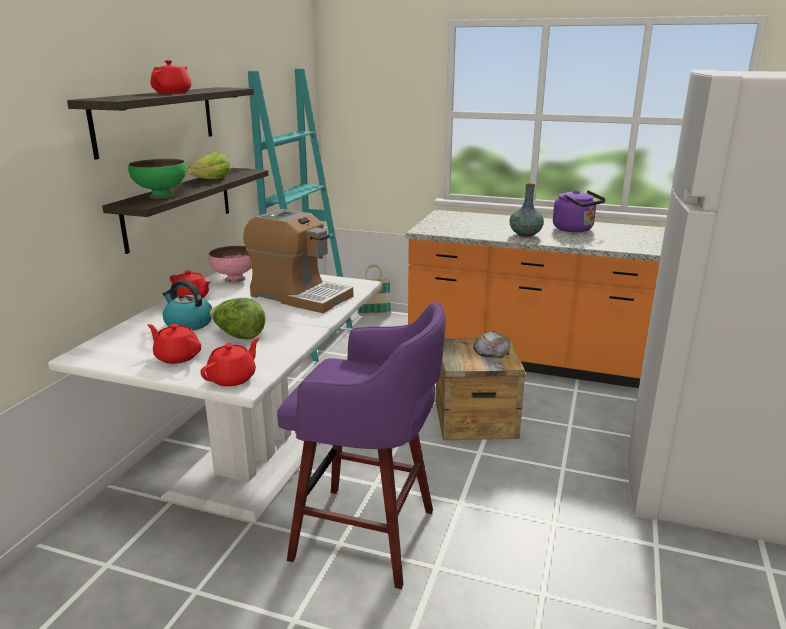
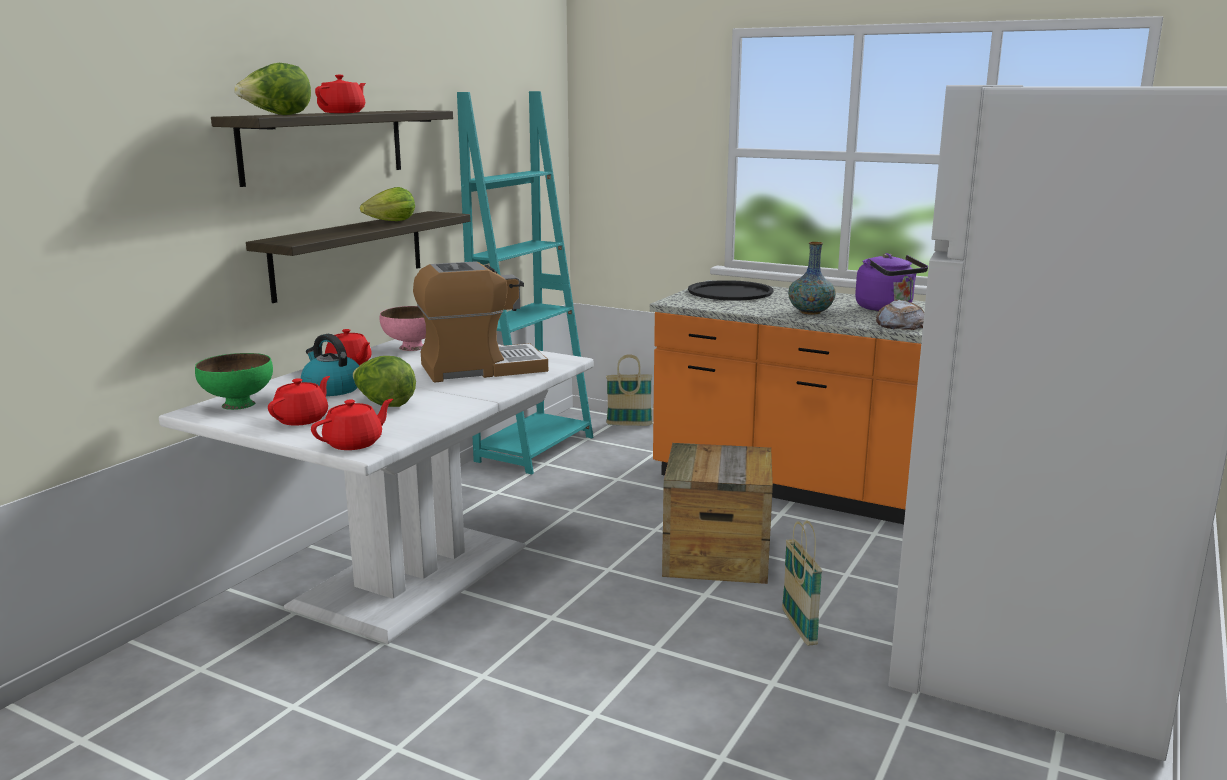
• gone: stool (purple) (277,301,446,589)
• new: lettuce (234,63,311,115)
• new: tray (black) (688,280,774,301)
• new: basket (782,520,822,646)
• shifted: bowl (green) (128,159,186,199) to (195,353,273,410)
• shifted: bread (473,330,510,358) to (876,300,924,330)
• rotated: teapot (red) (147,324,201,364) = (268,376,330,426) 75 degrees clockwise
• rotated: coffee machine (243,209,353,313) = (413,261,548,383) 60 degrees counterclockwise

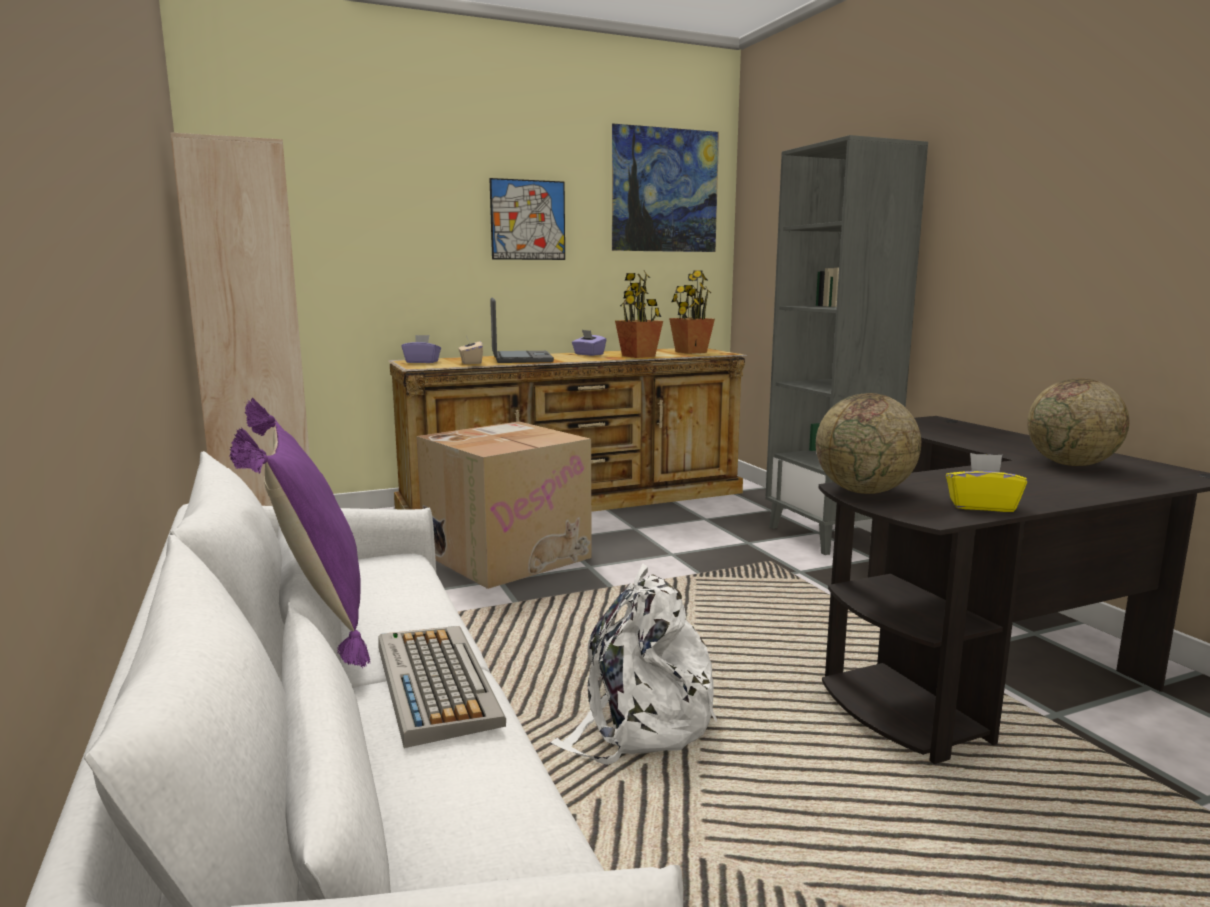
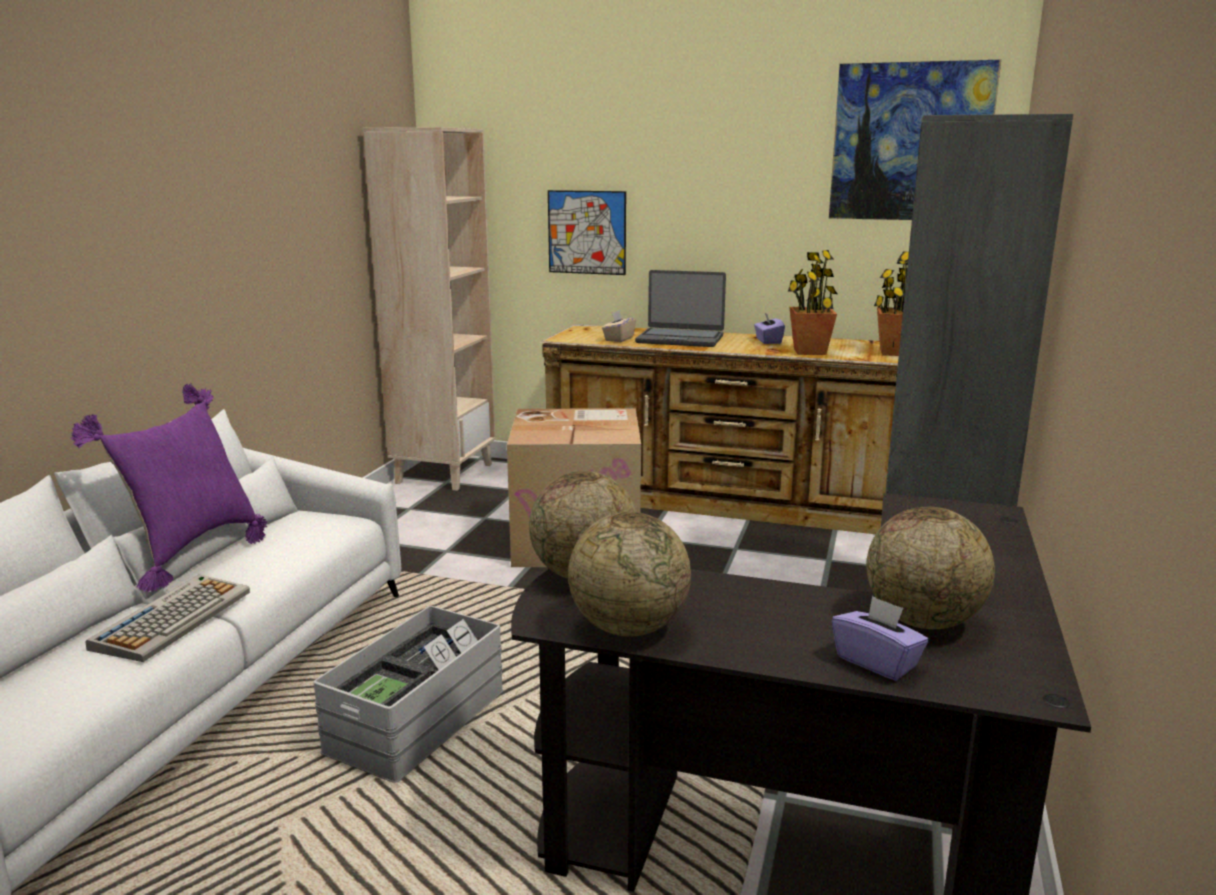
• shifted: tissue box (purple) (402,335,441,363) to (832,596,929,681)
• shifted: picture (489,178,565,260) to (548,190,626,275)
• swapped: backpack (white) (550,564,717,765) to storage box (grey) (314,606,503,783)
• swapped: tissue box (yellow) (946,453,1027,512) to globe (568,512,691,637)
• rotated: laptop (490,298,554,363) = (635,270,726,347) 75 degrees clockwise

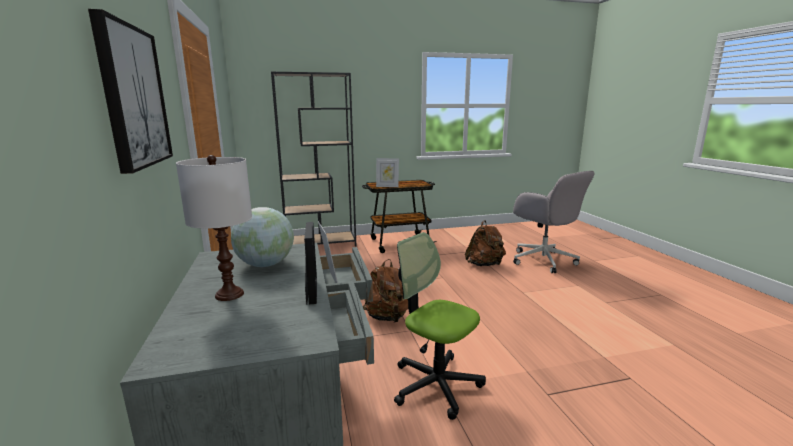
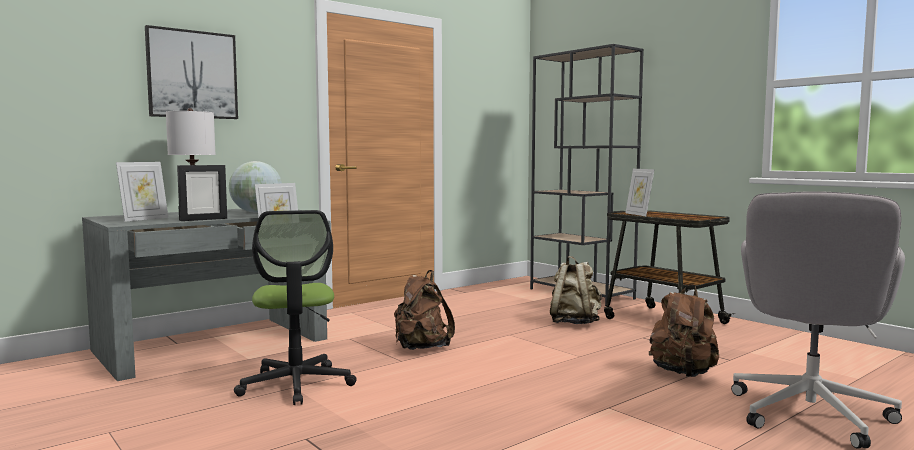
• new: picture frame (116,162,169,222)
• new: backpack (beige) (550,256,602,324)
• rotated: office chair (394,232,486,420) = (234,210,357,405) 150 degrees clockwise

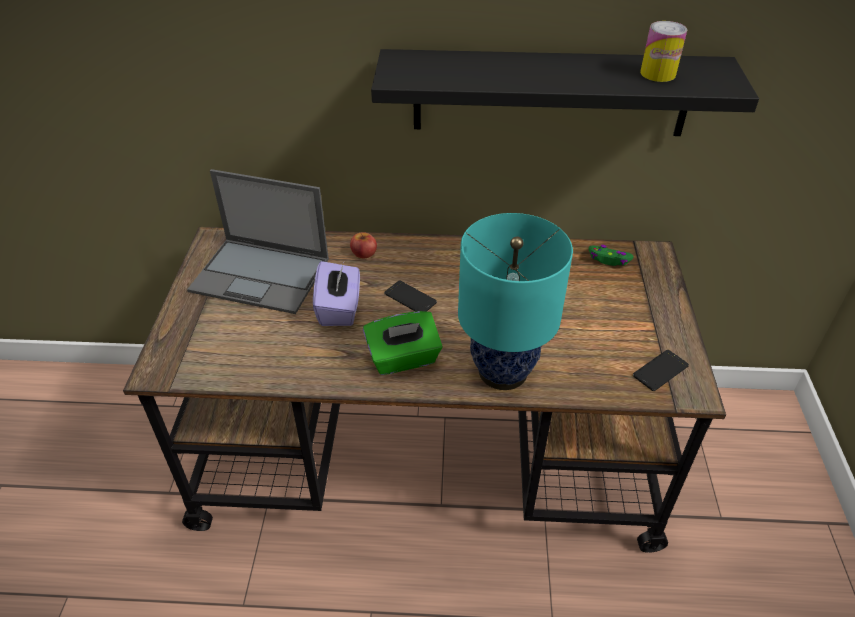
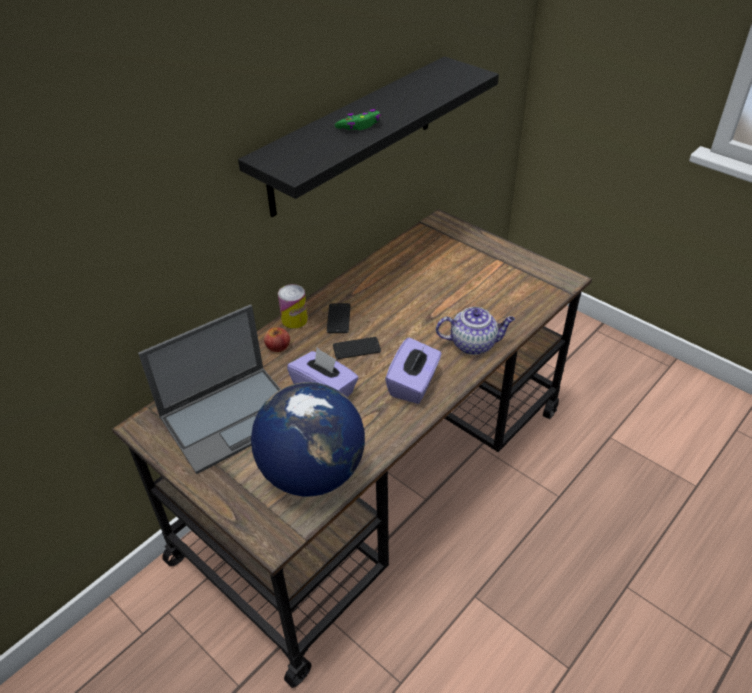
• new: globe (251,382,365,497)
• shifted: game controller (green) (588,245,634,266) to (335,109,381,130)
• shifted: phone (633,350,689,391) to (327,303,350,333)
• shifted: can (640,21,687,82) to (278,284,308,329)
• swapped: table lamp (turquoise) (458,213,573,390) to teapot (436,307,515,355)
• repainted: tissue box (green) (363,311,443,375) to tissue box (purple) (385,337,442,404)

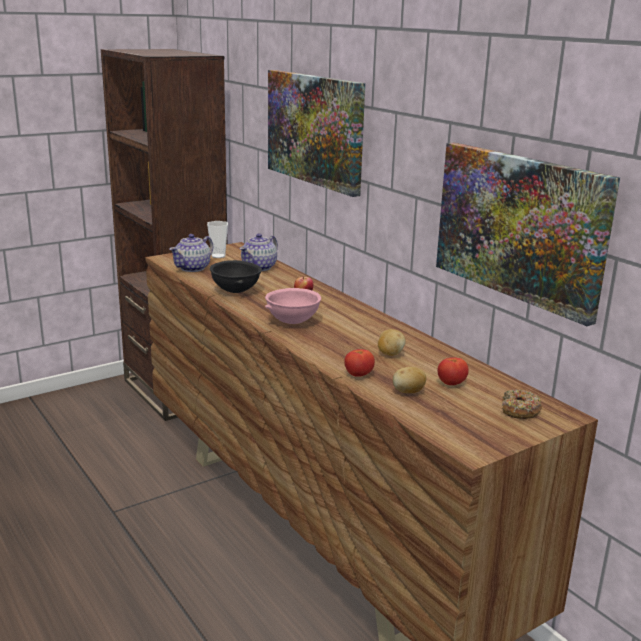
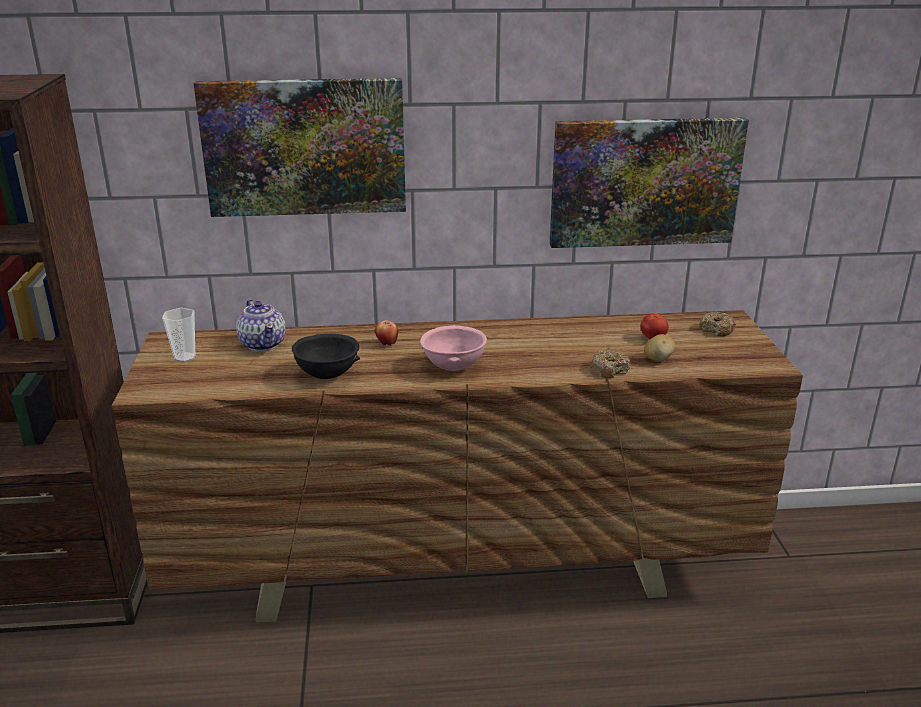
• gone: teapot (169,234,213,272)
• gone: potato (378,329,406,356)
• swapped: tomato (344,349,375,377) to donut (590,350,630,378)

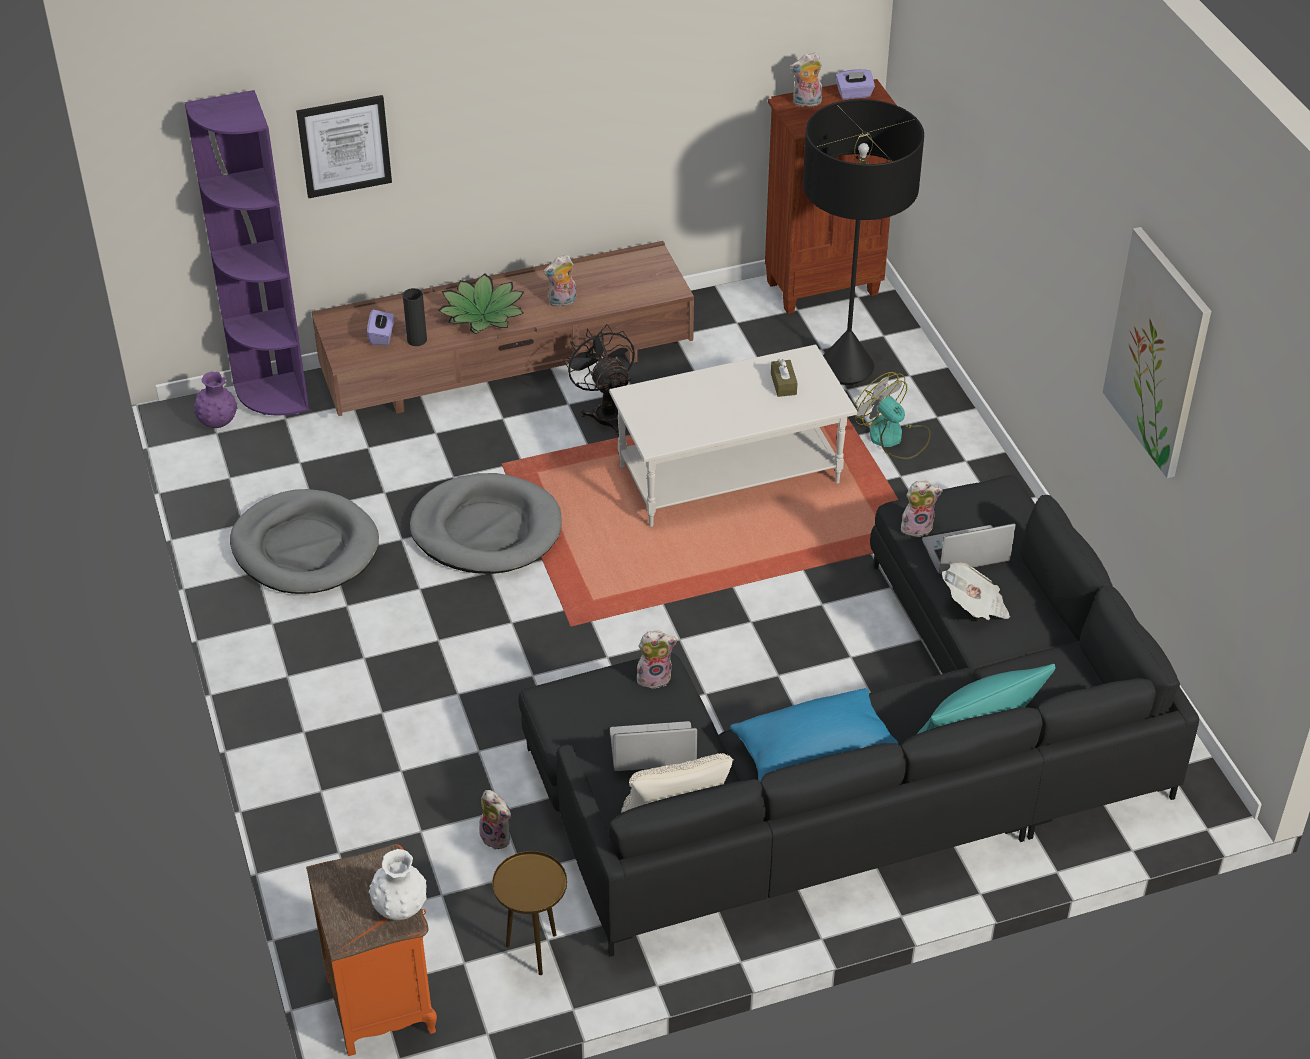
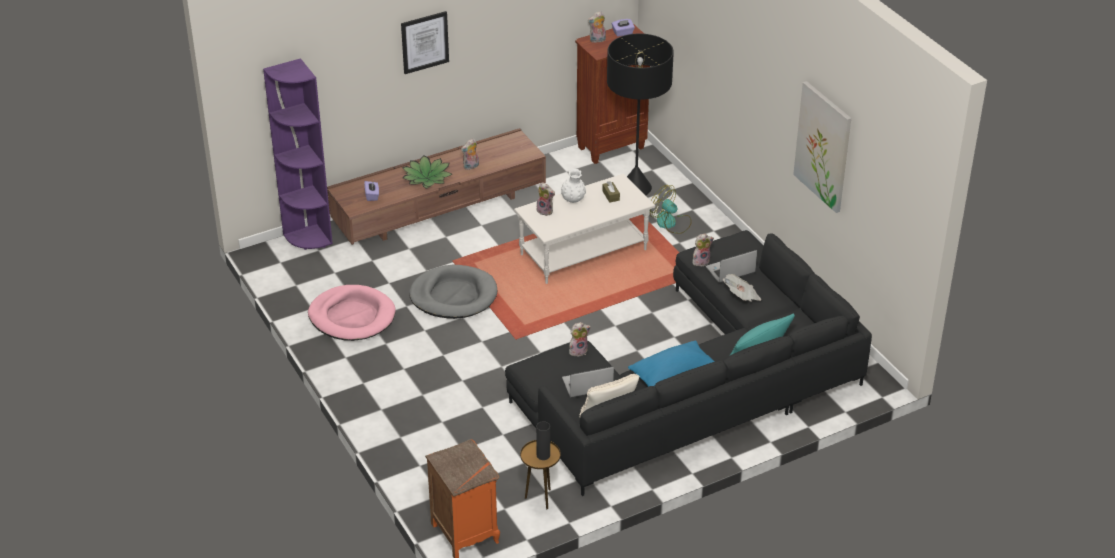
• gone: vase (purple) (194,372,237,428)
• gone: fan (black) (563,324,635,435)
• shifted: picture (296,95,392,198) to (401,11,449,74)
• shifted: vase (white) (369,849,427,920) to (561,169,586,203)
• shifted: vase (black) (403,288,427,346) to (536,421,550,460)
• shifted: plush toy (479,790,512,850) to (536,182,555,216)
• repainted: dog bed (grey) (230,489,379,594) to dog bed (pink) (308,285,395,341)

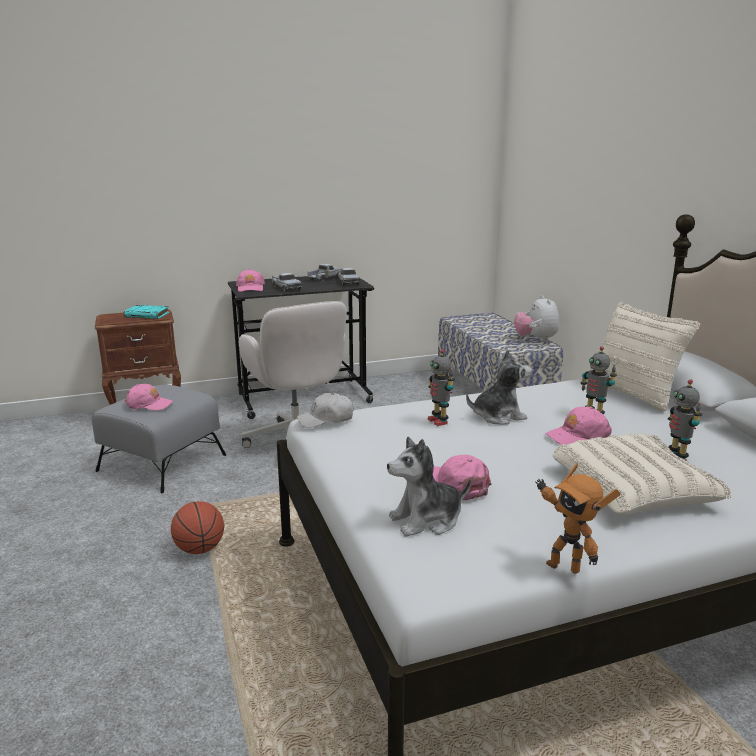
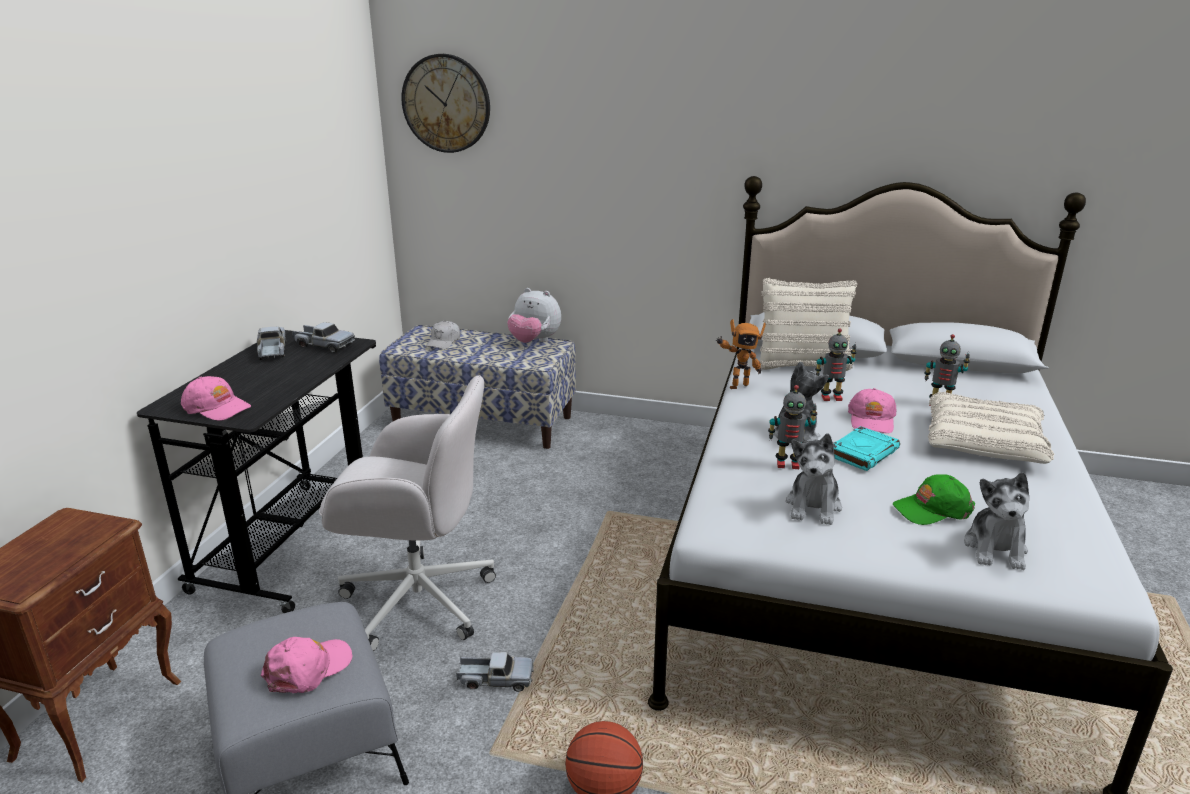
• new: wall clock (401,54,490,153)
• new: plush toy (786,433,842,525)
• shifted: book (turquoise) (124,305,170,319) to (833,426,900,471)
• shifted: toy truck (272,273,302,292) to (456,652,534,692)
• shifted: cap (white) (297,393,354,428) to (425,321,460,349)
• shifted: toy robot (535,463,620,574) to (716,319,766,389)
• repainted: cap (pink) (433,455,491,500) to cap (green) (893,474,975,525)

